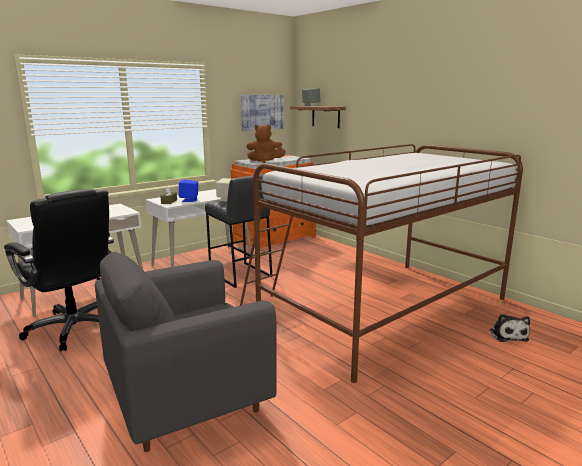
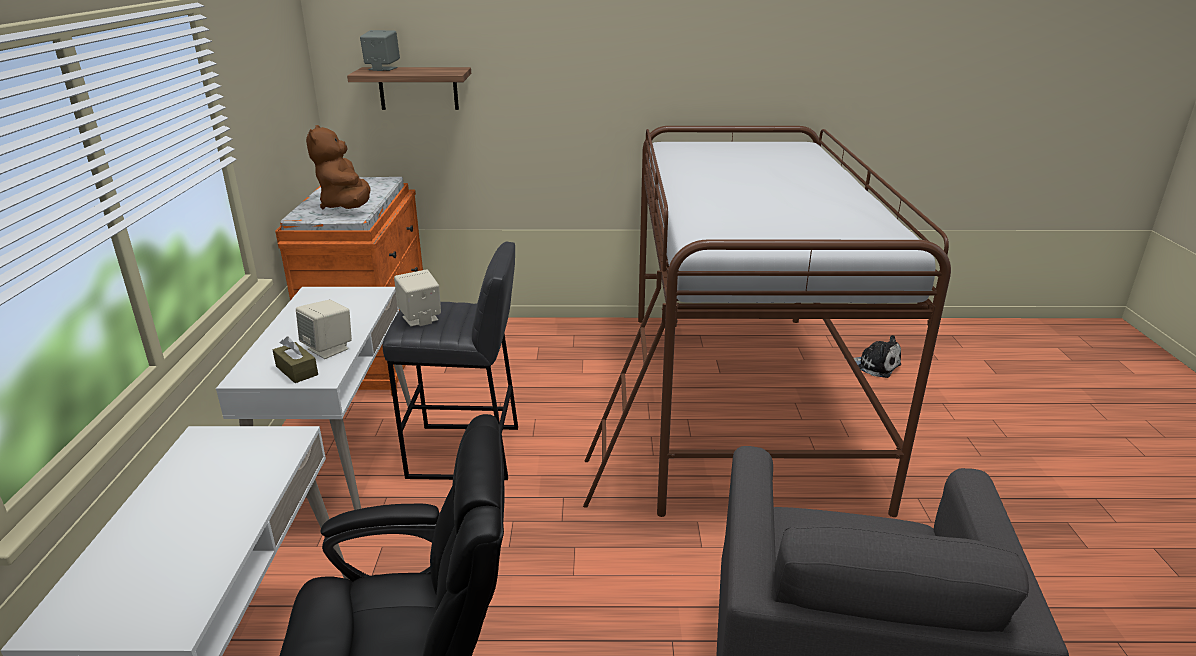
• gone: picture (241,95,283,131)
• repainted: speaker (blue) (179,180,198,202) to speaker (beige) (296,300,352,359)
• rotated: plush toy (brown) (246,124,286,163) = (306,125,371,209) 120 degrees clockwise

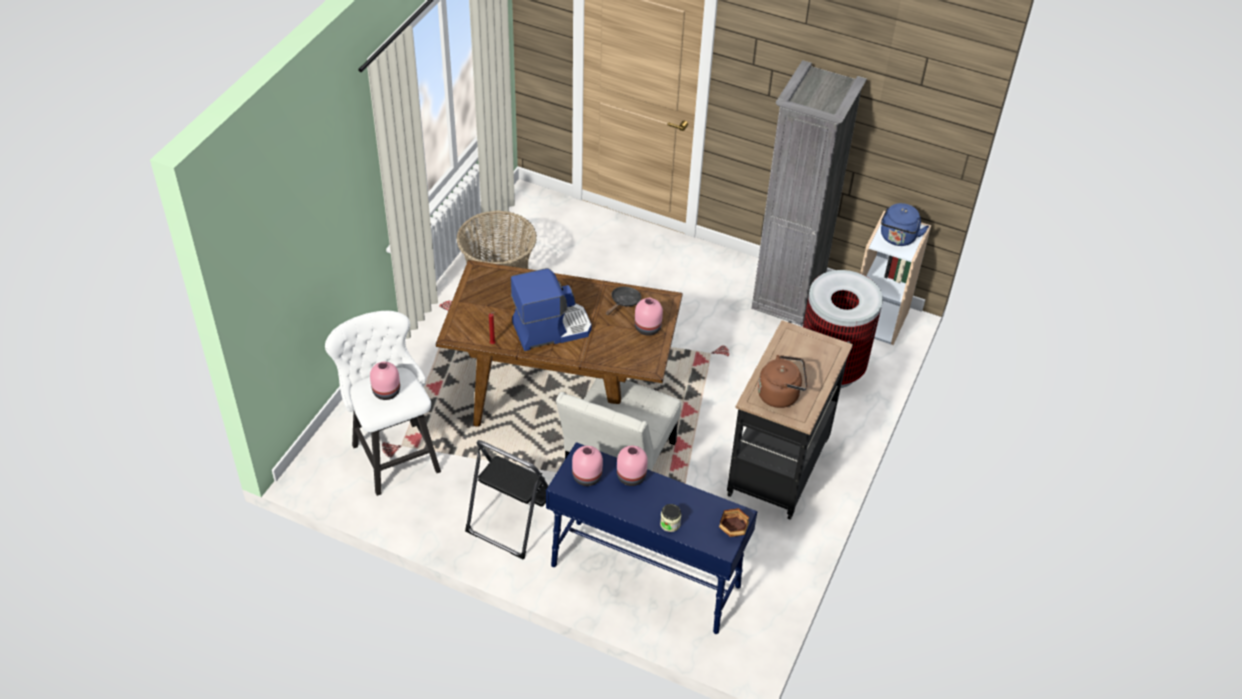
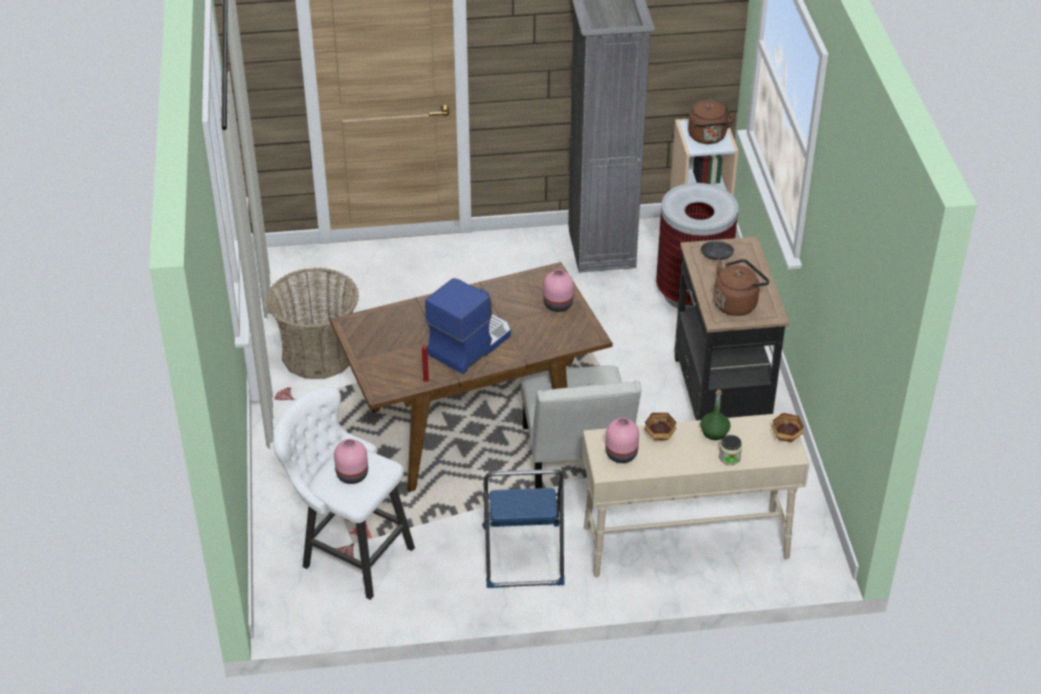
• new: bottle (green) (700,389,730,440)
• shifted: frying pan (black) (606,286,641,315) to (700,241,734,271)
• swapped: vase (pink) (617,446,648,486) to bowl (644,413,676,440)
• repainted: step ladder (black) (465,440,548,560) to step ladder (blue) (482,469,565,588)
• repainted: console table (blue) (546,442,757,634) to console table (beige) (582,412,809,577)
• repainted: kettle (blue) (881,203,929,246) to kettle (brown) (688,100,736,144)

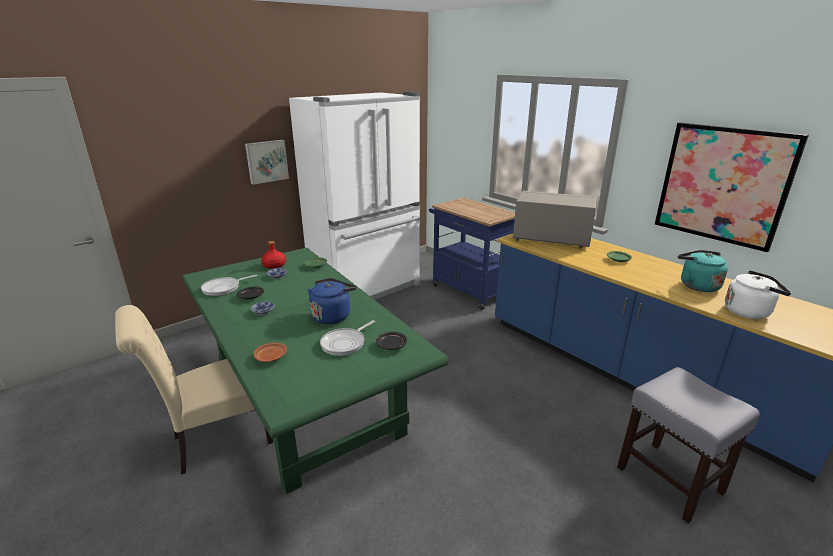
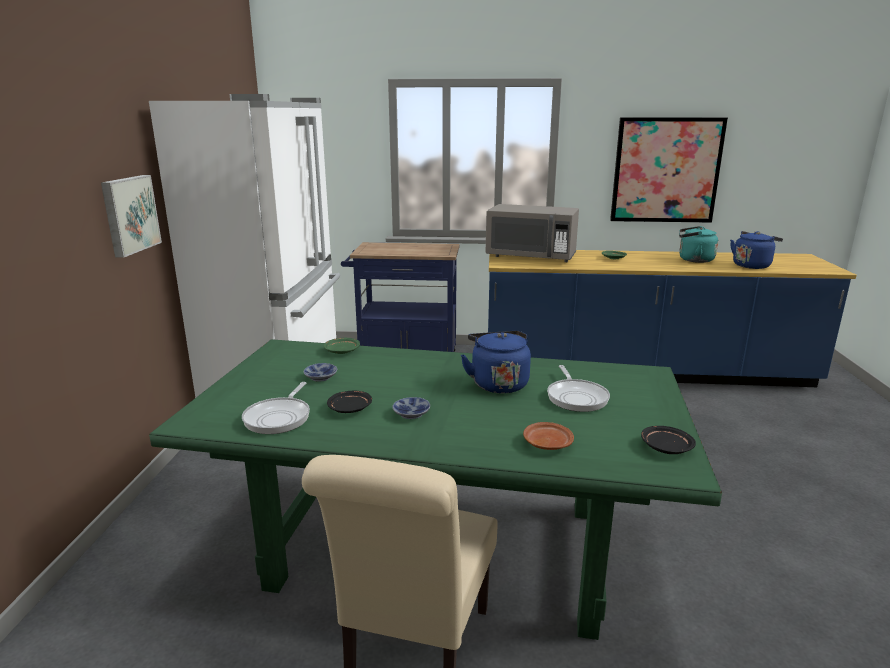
• gone: bottle (red) (261,241,286,269)
• gone: stool (grey) (617,367,760,523)
• shifted: plate (black) (376,331,407,350) to (641,426,696,454)
• repainted: kettle (white) (725,270,791,319) to kettle (blue) (730,231,783,269)
• rotated: microwave (grey) (513,191,596,248) = (486,204,579,262) 135 degrees counterclockwise

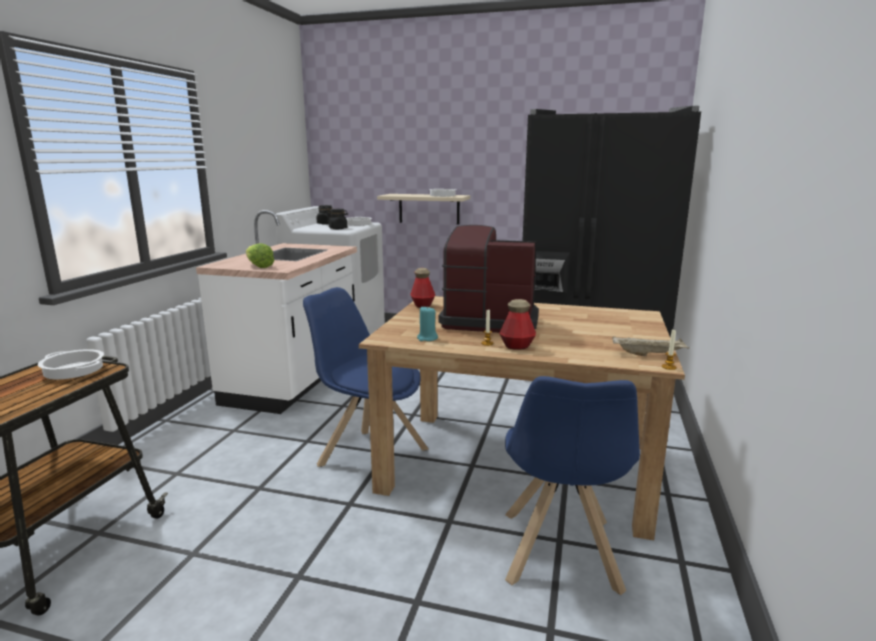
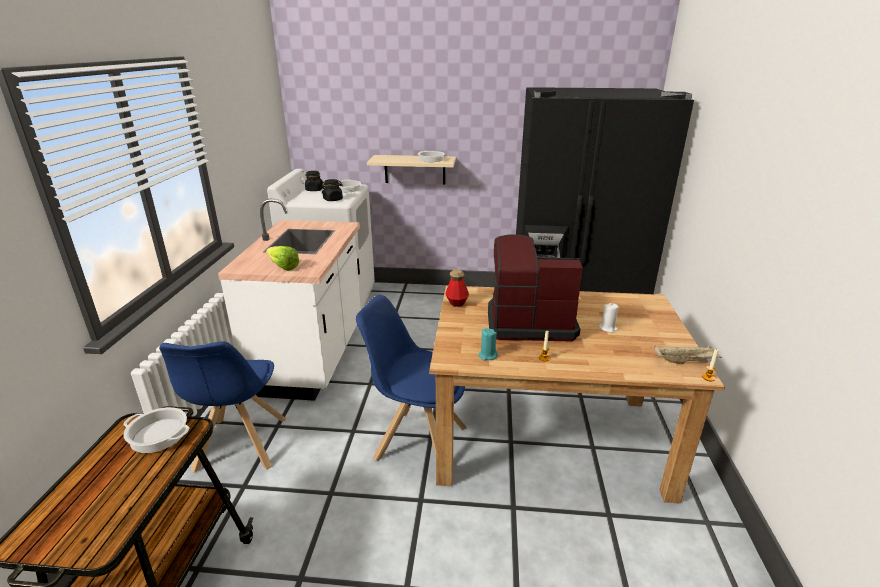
• gone: bottle (500,299,536,350)
• new: candle (white) (599,303,619,333)
• shifted: chair (blue) (505,376,640,595) to (159,341,286,473)

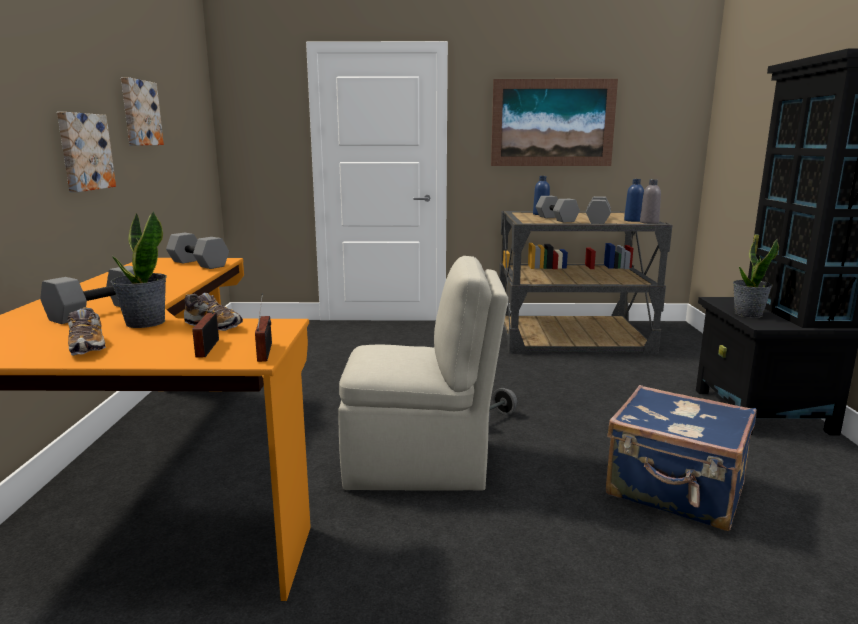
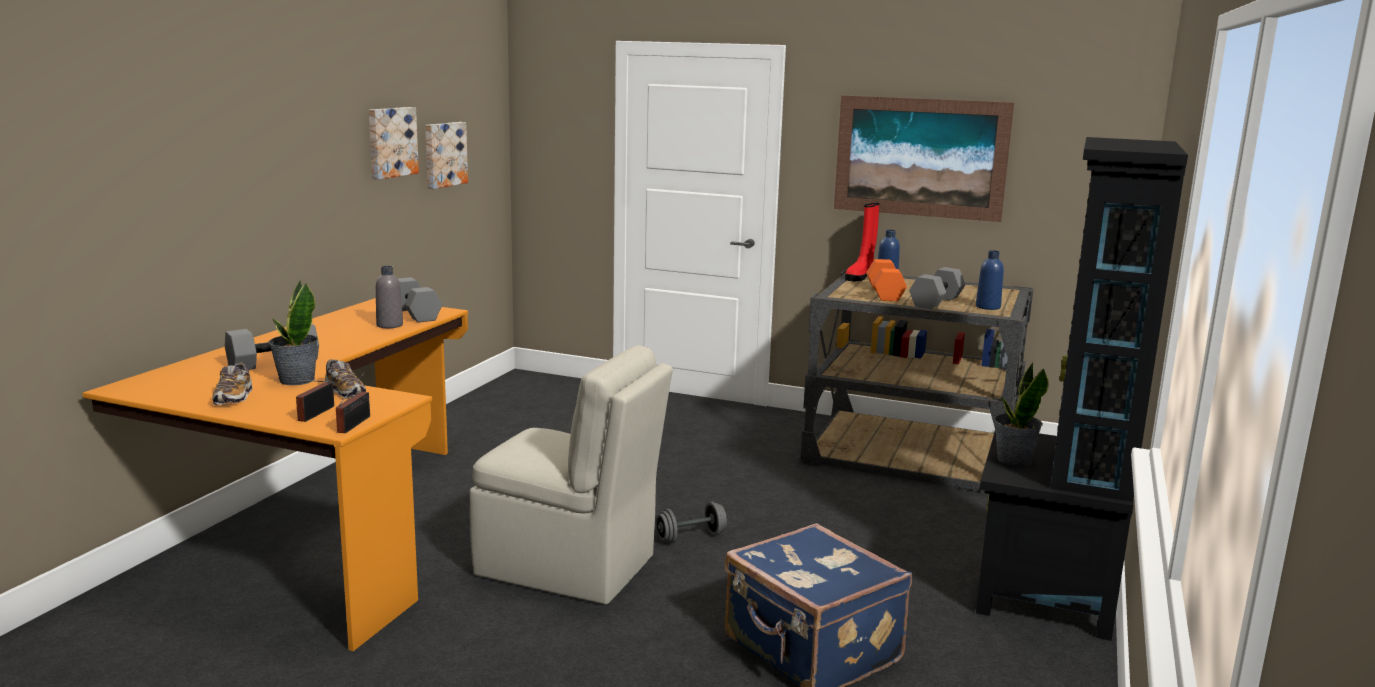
• new: boot (red) (845,203,880,281)
• shifted: picture (57,112,116,192) to (425,122,468,189)
• shifted: bottle (grey) (640,179,661,224) to (376,266,403,328)
• repainted: dumbbell (grey) (536,196,580,222) to dumbbell (orange) (866,259,907,301)

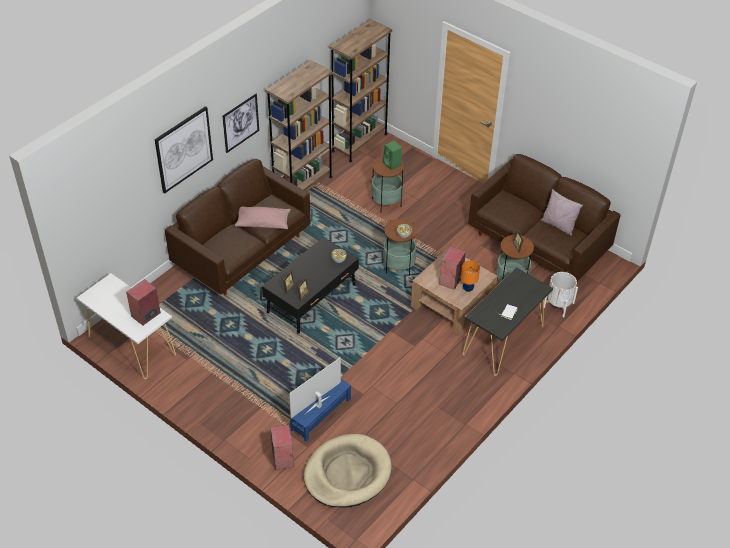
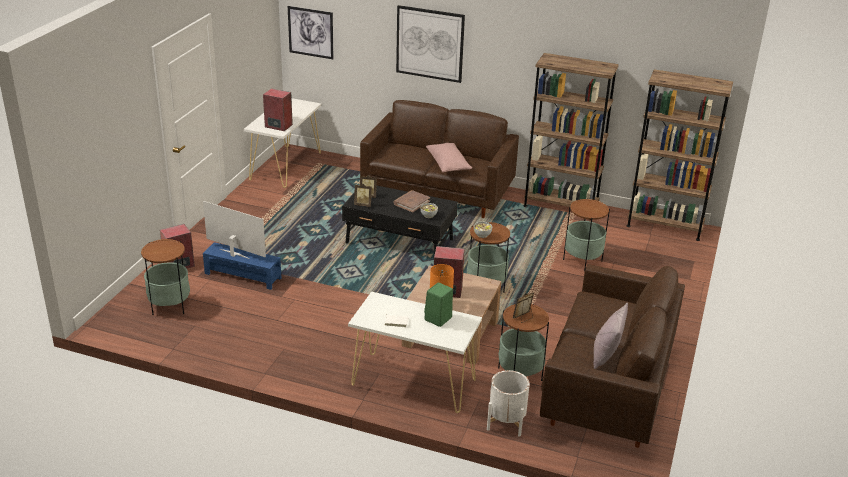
• new: book (brown) (393,190,430,212)
• shifted: picture (222,94,259,153) to (288,6,334,59)
• shifted: speaker (green) (383,141,402,170) to (424,283,453,327)
• swapped: dog bed (beige) (304,434,392,508) to side table (141,239,190,315)
• repainted: console table (black) (463,267,553,376) to console table (white) (348,292,482,413)

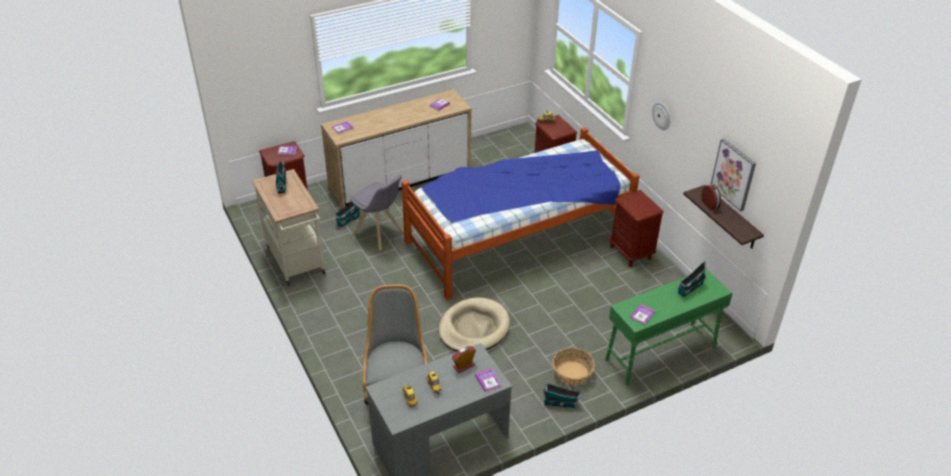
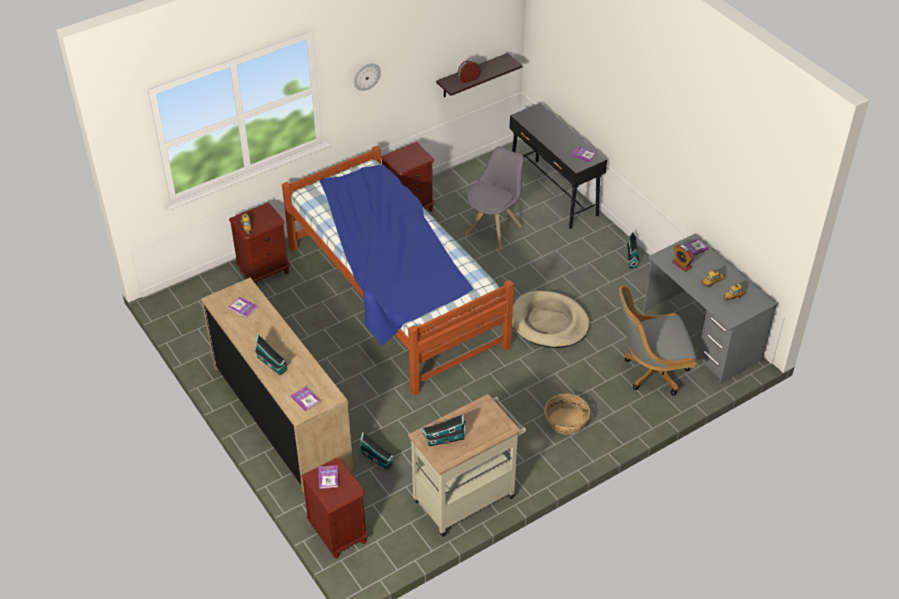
• gone: picture (710,138,756,211)
• shifted: chair (grey) (350,175,404,250) to (465,146,524,251)
• shifted: basket (552,348,595,385) to (544,393,590,435)
• shifted: toy house (677,261,706,297) to (254,333,288,375)
• repainted: console table (green) (605,269,733,386) to console table (black) (510,103,607,229)

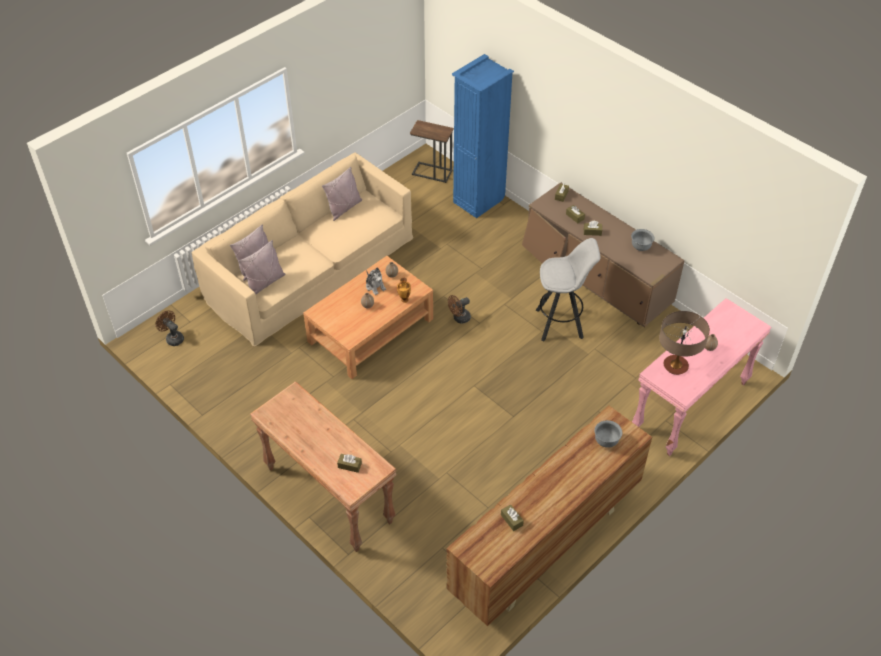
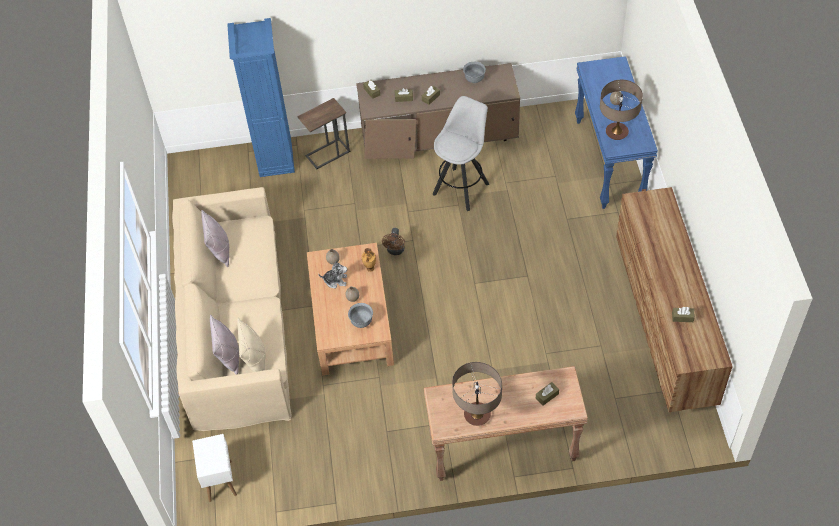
• new: table lamp (452,362,502,426)
• shifted: side table (brown) (410,120,454,183) to (298,98,351,170)
• shifted: bowl (grey) (594,420,622,448) to (348,303,373,328)
• swapped: fan (brown) (156,311,184,346) to side table (white) (192,434,237,502)
• repainted: pillow (purple) (239,240,285,294) to pillow (beige) (237,318,266,372)
• repainted: console table (pink) (632,298,771,456) to console table (blue) (575,56,658,209)

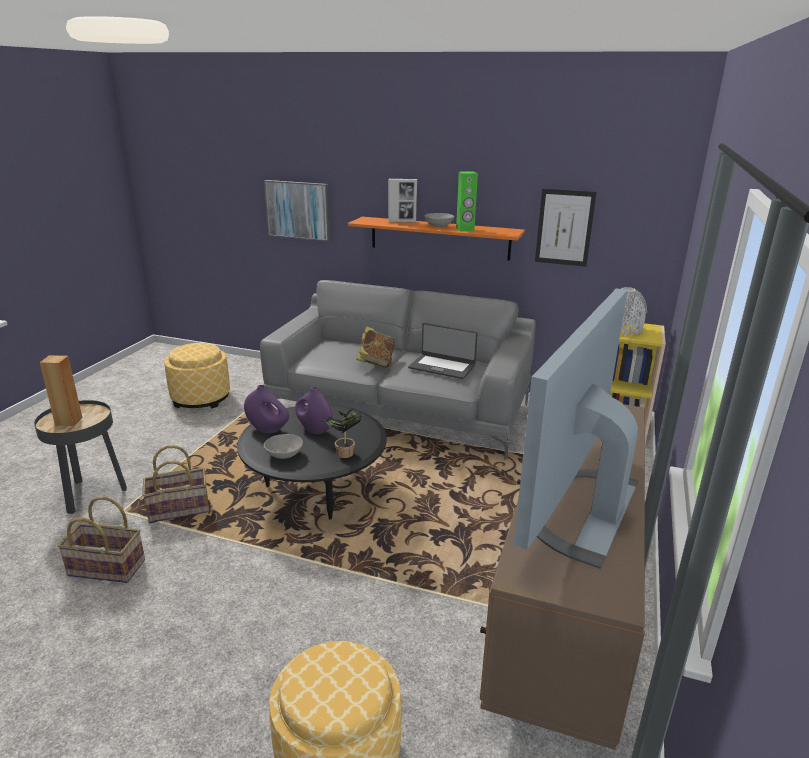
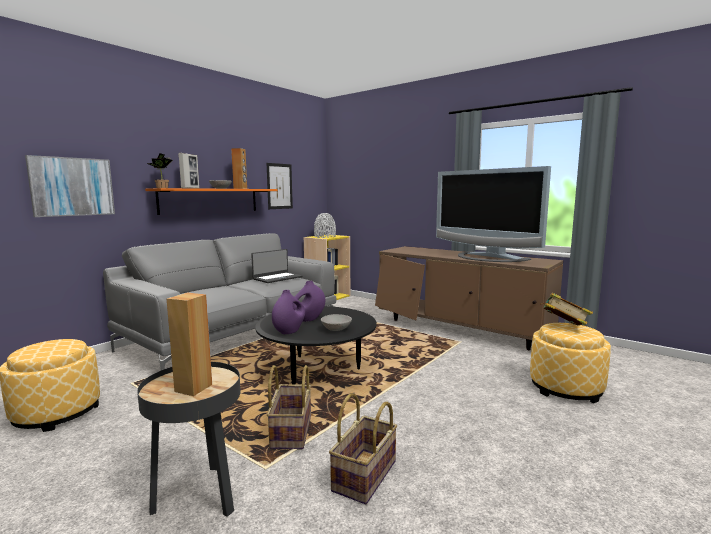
• shifted: potted plant (321,410,363,458) to (146,153,173,188)
• shifted: book (356,326,395,369) to (541,293,593,325)
• repainted: speaker (green) (456,172,478,231) to speaker (brown) (231,148,247,189)

